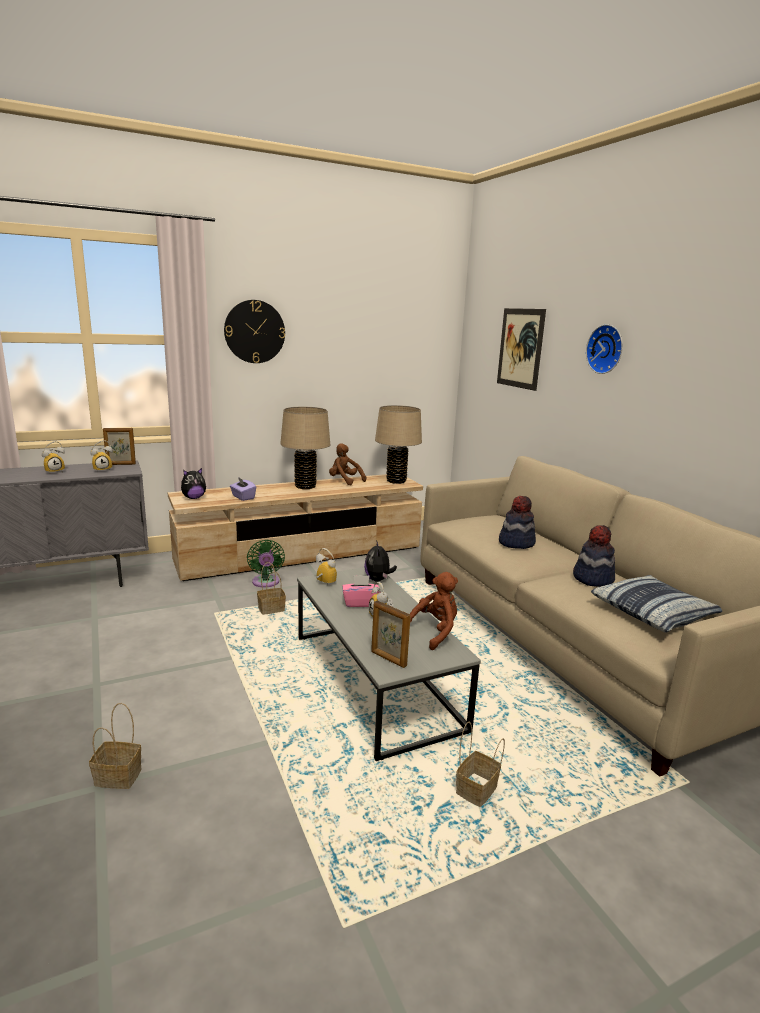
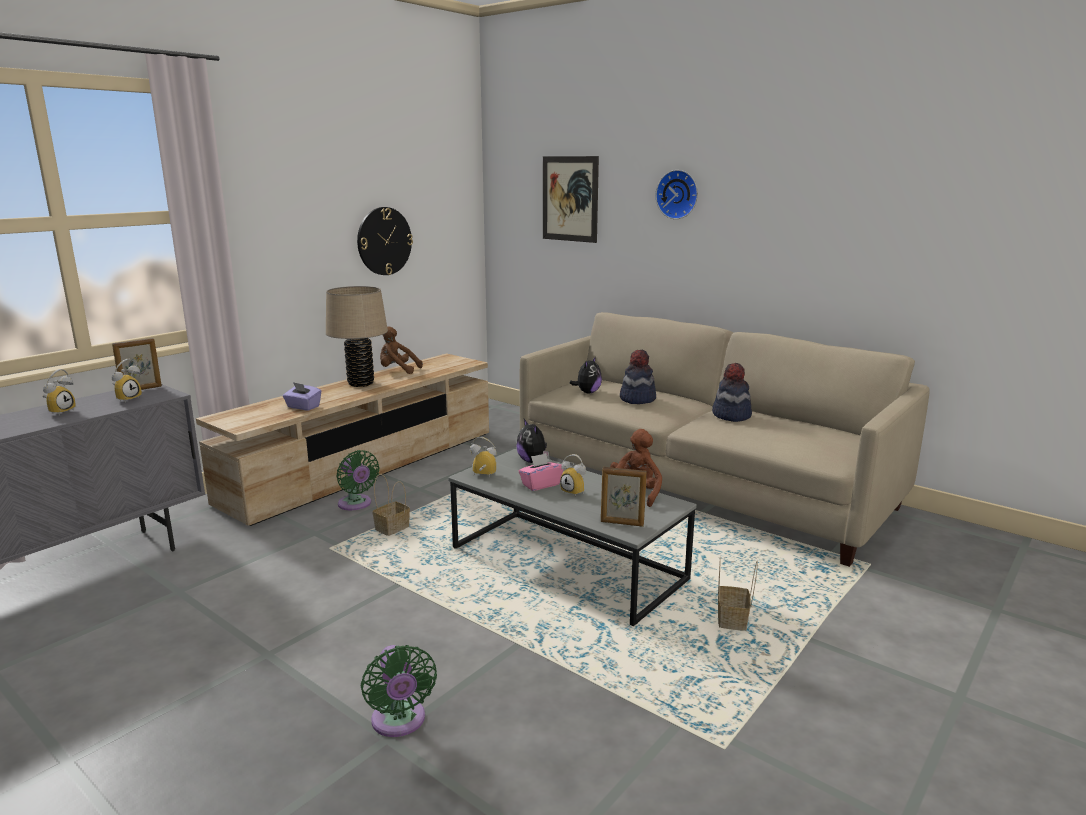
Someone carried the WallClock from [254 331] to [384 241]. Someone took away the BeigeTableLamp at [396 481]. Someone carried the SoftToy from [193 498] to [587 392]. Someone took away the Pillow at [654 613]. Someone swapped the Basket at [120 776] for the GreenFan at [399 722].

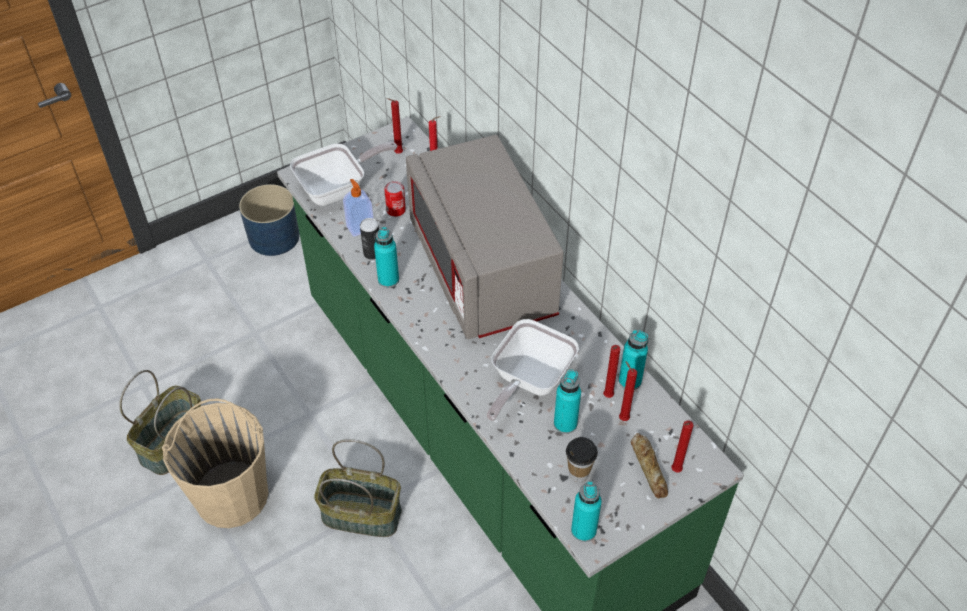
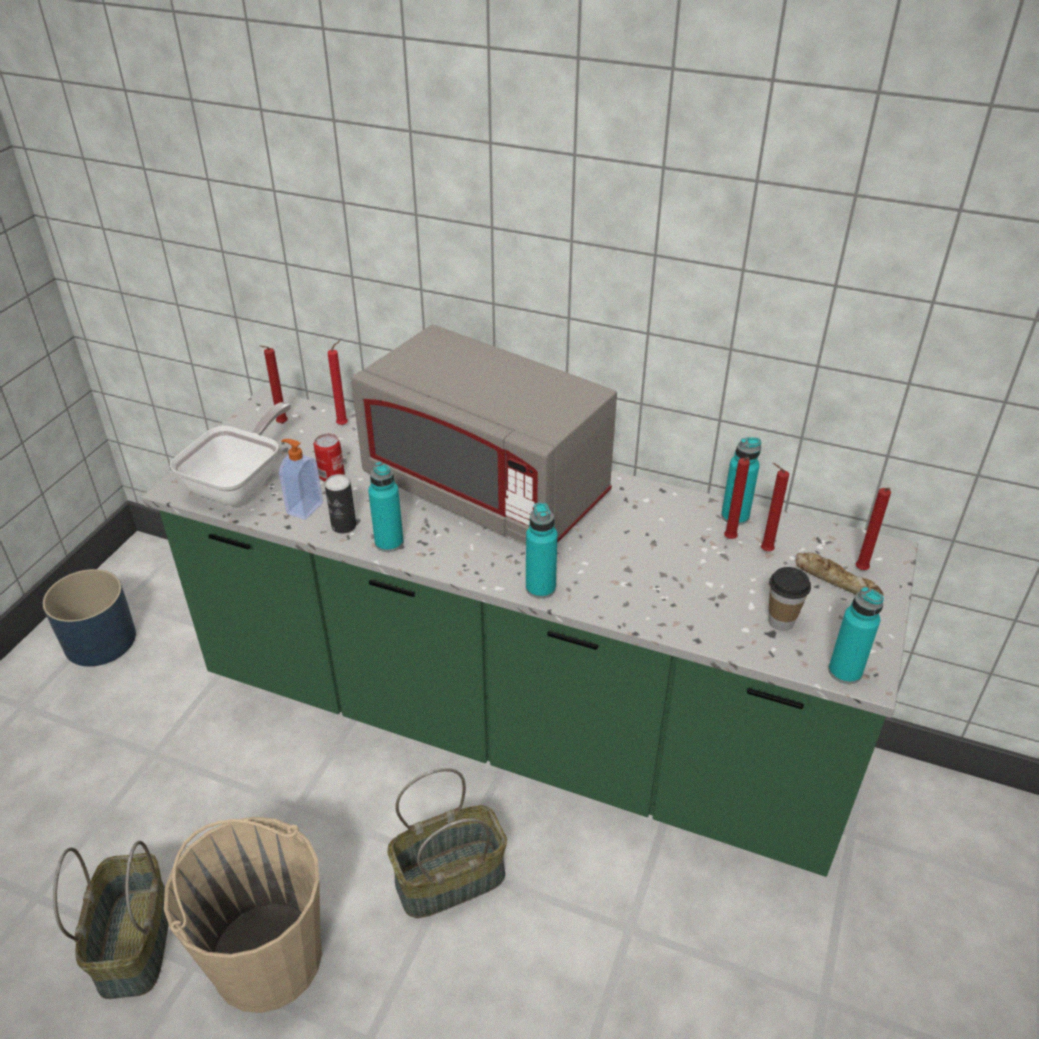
Someone took away the FryingPan at [528 381]. Someone carried the TurquoiseColouredBottle from [565 424] to [540 588].

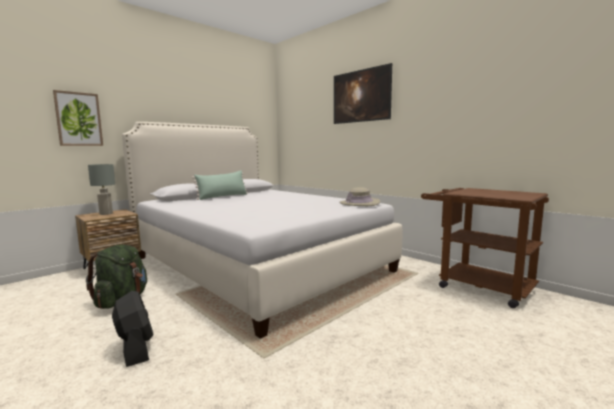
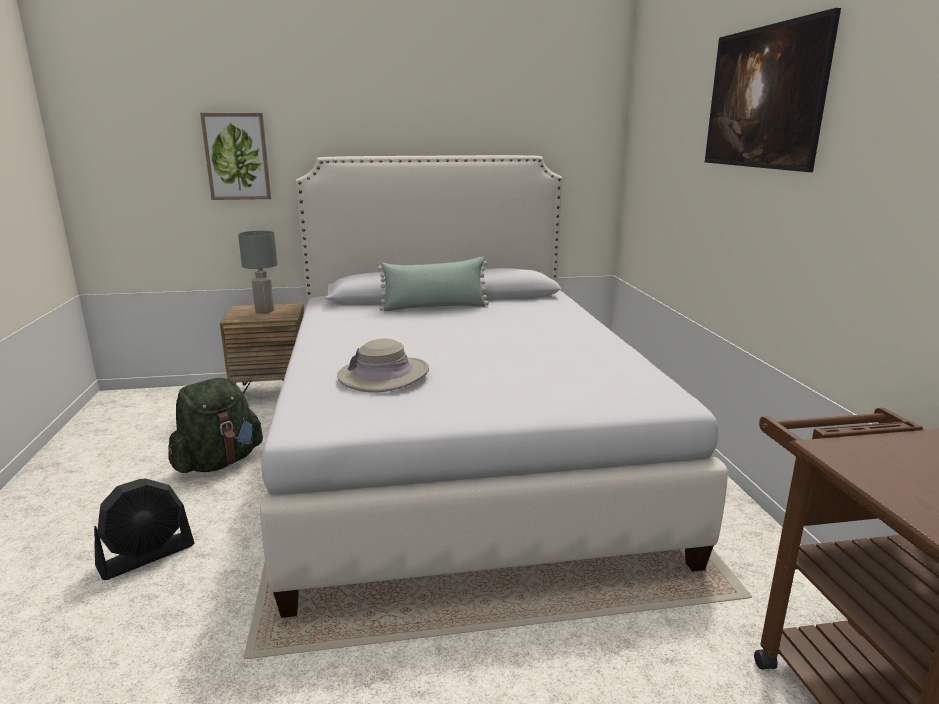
Someone carried the BeigeWearableHat from [359 203] to [383 375]. Someone rotated the BlackishFan at [135 348] by 45 degrees clockwise.

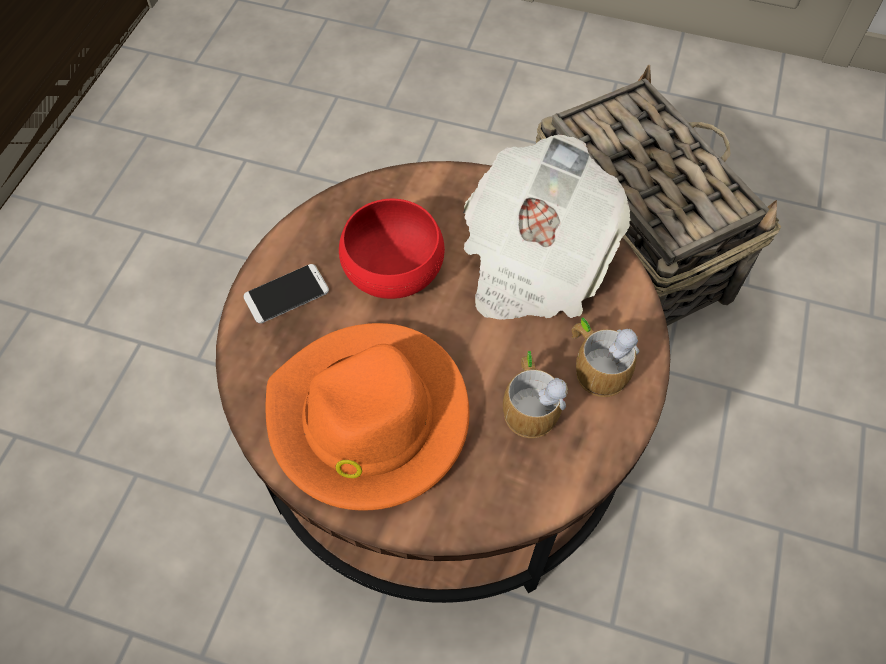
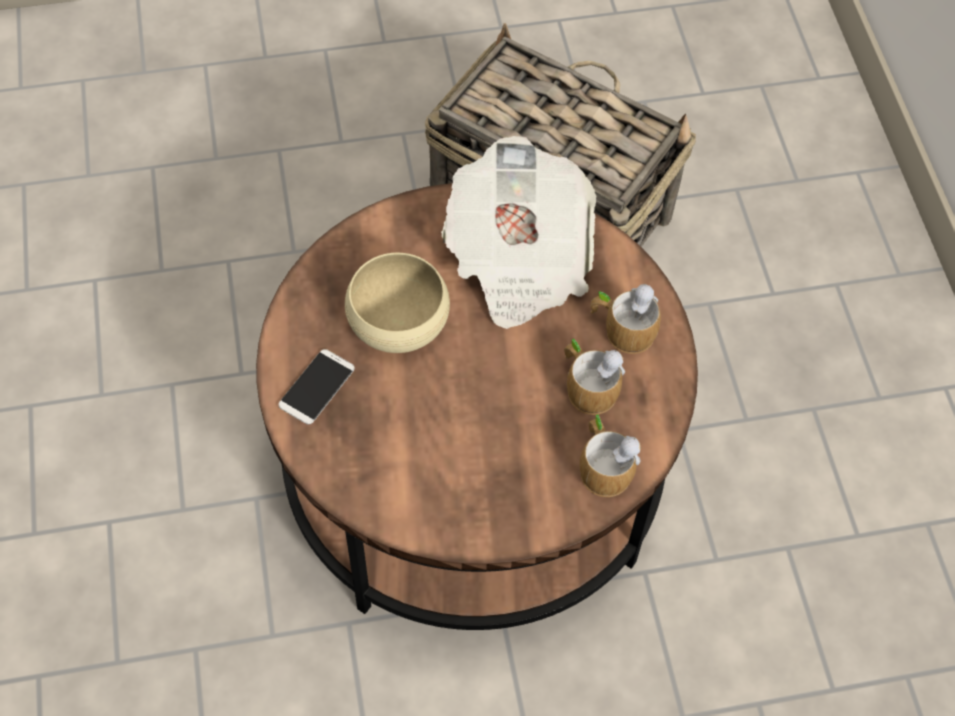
Someone repainted the RedServingBowl at [393 267], which became the BeigeServingBowl at [398 320]. Someone took away the OrangeWearableHat at [368 419]. Someone put down the Mug at [603 464].

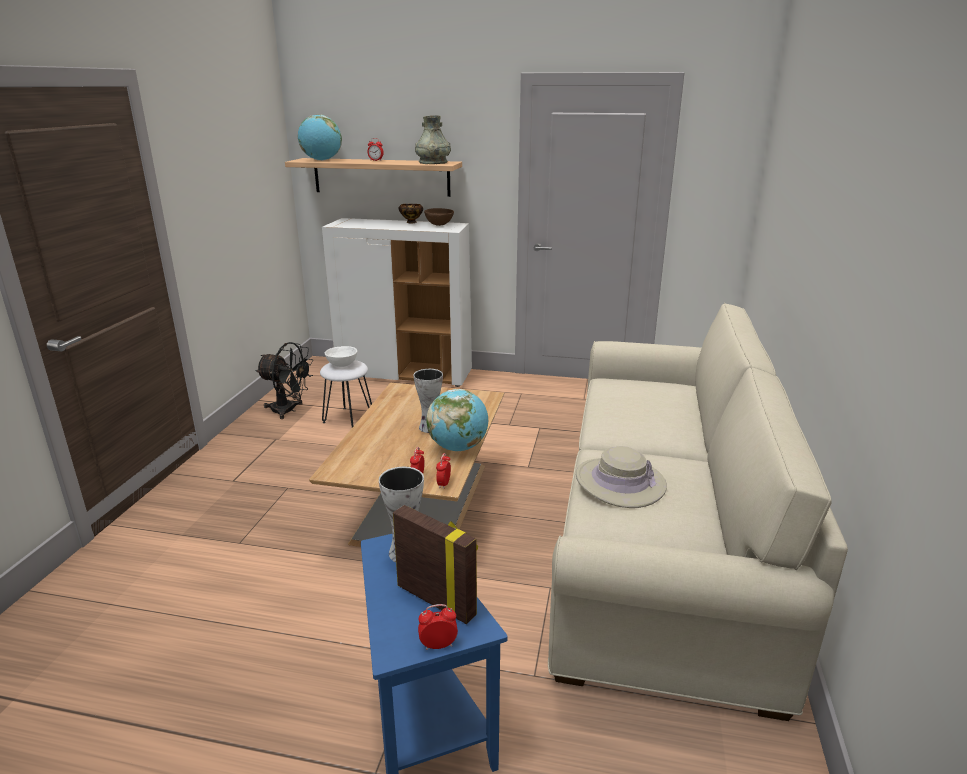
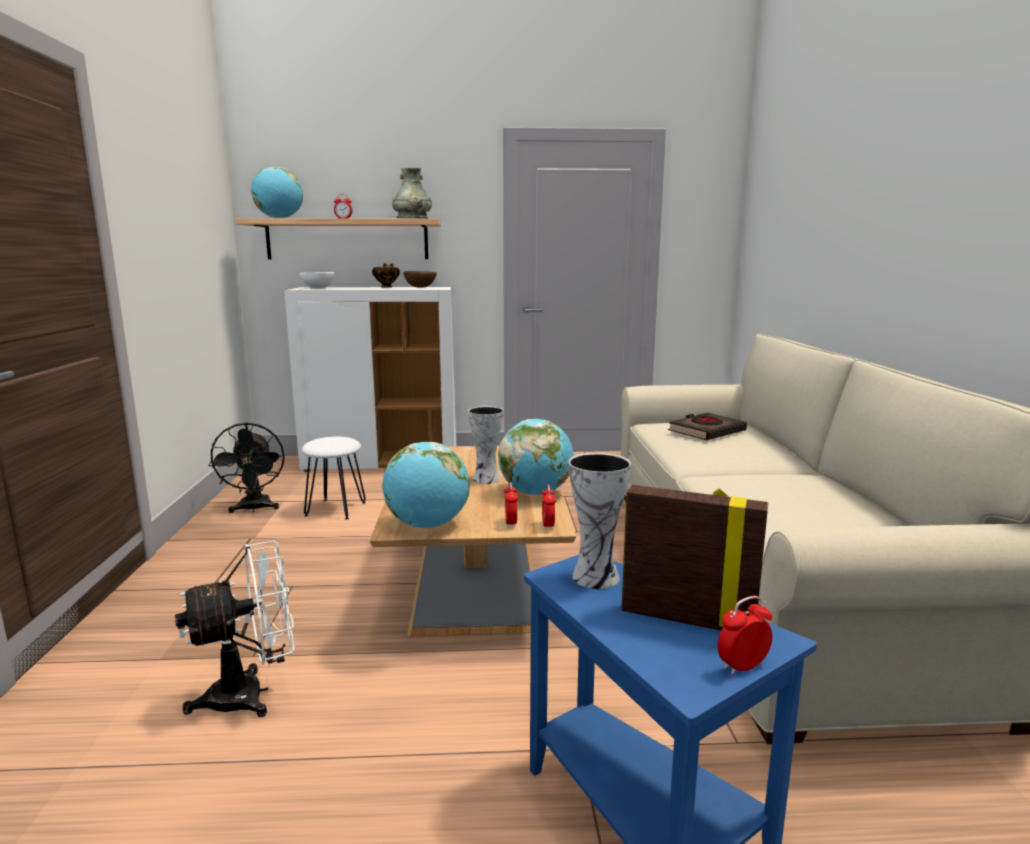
Someone rotated the BlackishFan at [289 410] by 75 degrees clockwise. Someone carried the WhiteColouredServingBowl from [341 365] to [317 288]. Someone took away the BeigeWearableHat at [620 482]. Someone put down the BlackishVolume at [706 431]. Someone put down the WorldGlobe at [427 525]. Someone put down the WhiteColouredFan at [251 694].

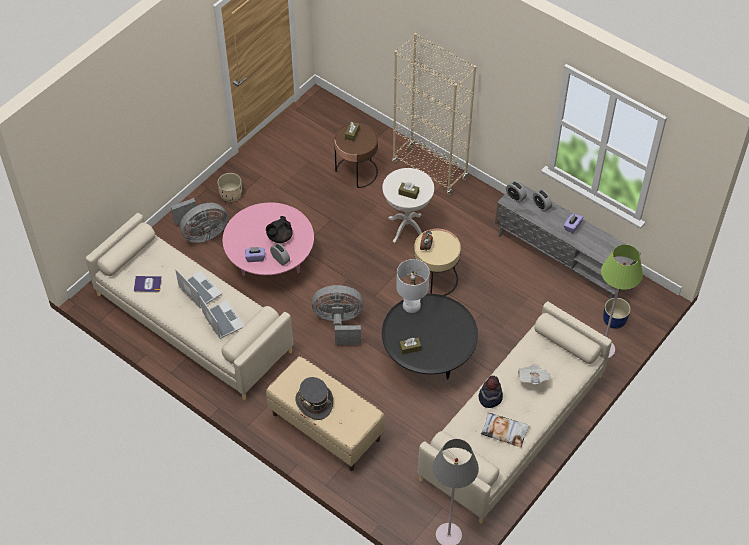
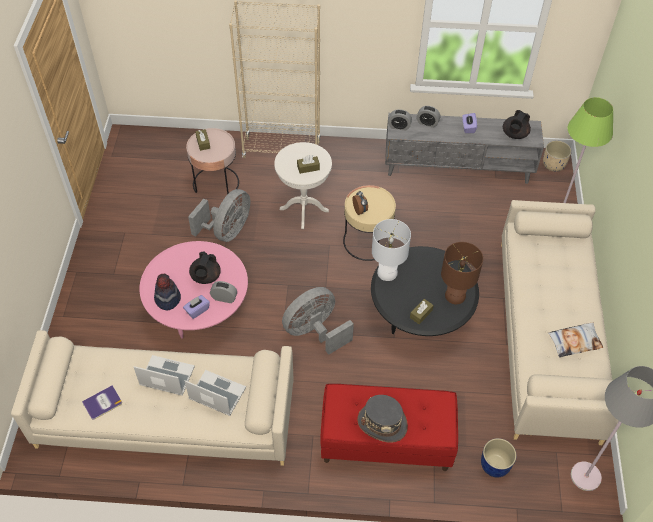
Someone repainted the BrownEndTable at [356 172], which became the PinkEndTable at [216 183]. Someone carried the BeigePlanter from [231 195] to [554 165]. Someone carried the GreyFan from [202 234] to [227 231]. Someone carried the BlueColouredPlanter from [614 320] to [495 464]. Someone repainted the BeigeLongSeat at [325 427], which became the RedLongSeat at [386 442]. Someone took away the DailyPaper at [532 379]. Someone carried the WearableHat from [490 397] to [167 299]. Someone put down the BlackishTeaPot at [514 134]. Someone put down the BrownTableLamp at [454 295].

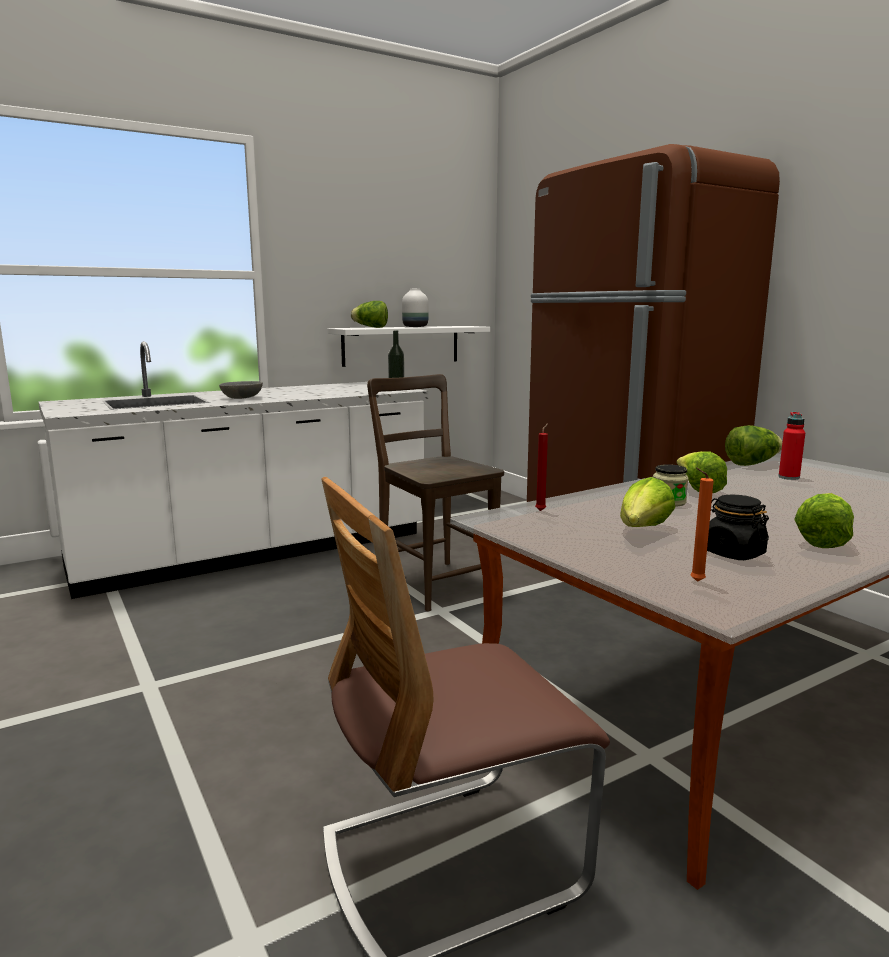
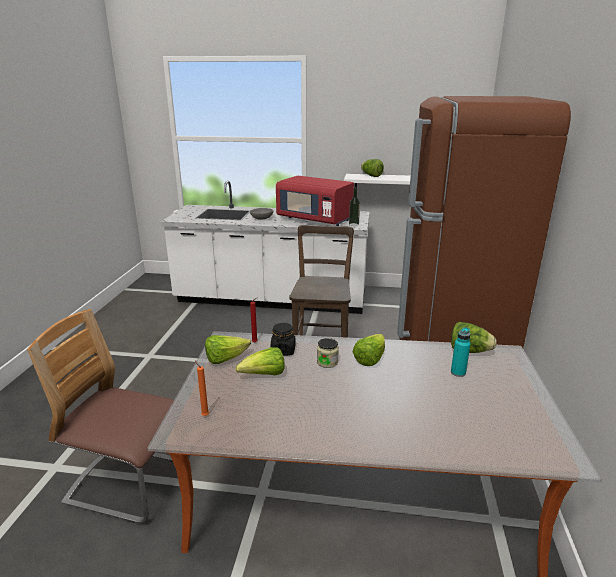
Someone took away the WhiteColouredVase at [416 327]. Someone repainted the RedBottle at [789 477], which became the TurquoiseColouredBottle at [458 372]. Someone carried the LettuceHead from [821 541] to [225 359]. Someone carried the BlackishPreserveJar from [733 553] to [283 350]. Someone put down the RedMicrowave at [315 219].

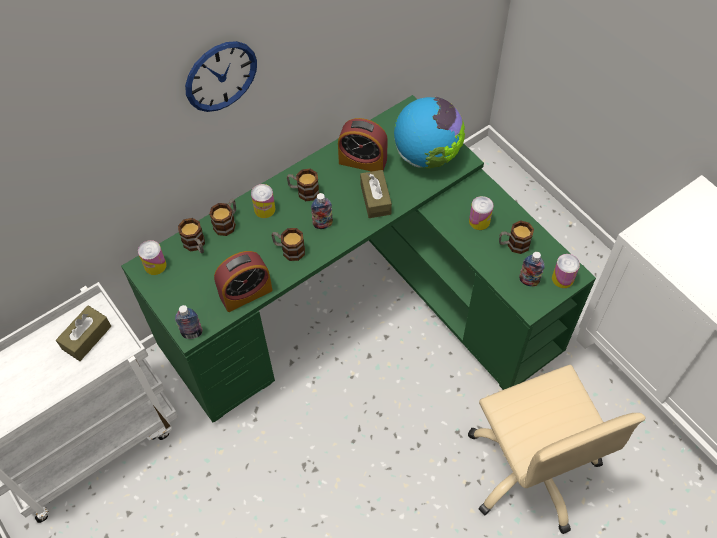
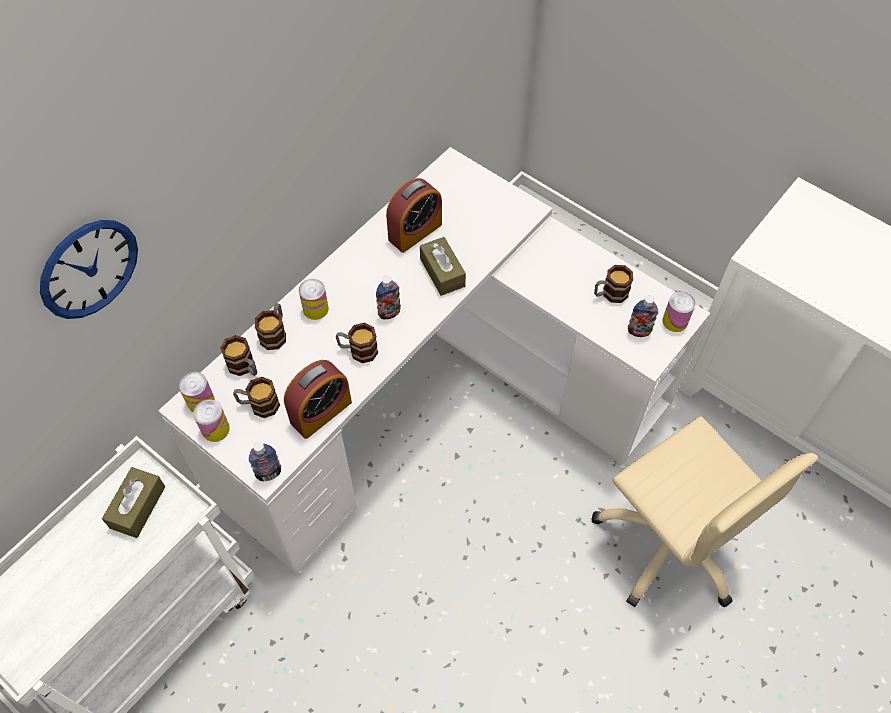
Someone carried the WallClock from [221 76] to [89 269]. Someone repainted the GreenDeskTable at [362 306], which became the WhiteColouredDeskTable at [434 400]. Someone took away the WorldGlobe at [427 155]. Someone rotated the AlarmClock at [362 161] by 45 degrees counterclockwise. Someone carried the Mug from [303 191] to [259 405]. Someone carried the SealedCan from [479 221] to [215 429].

